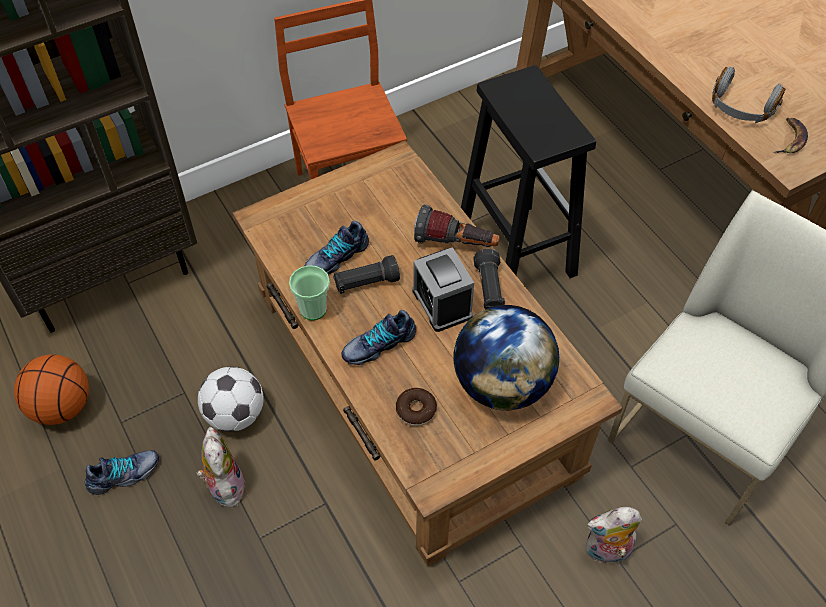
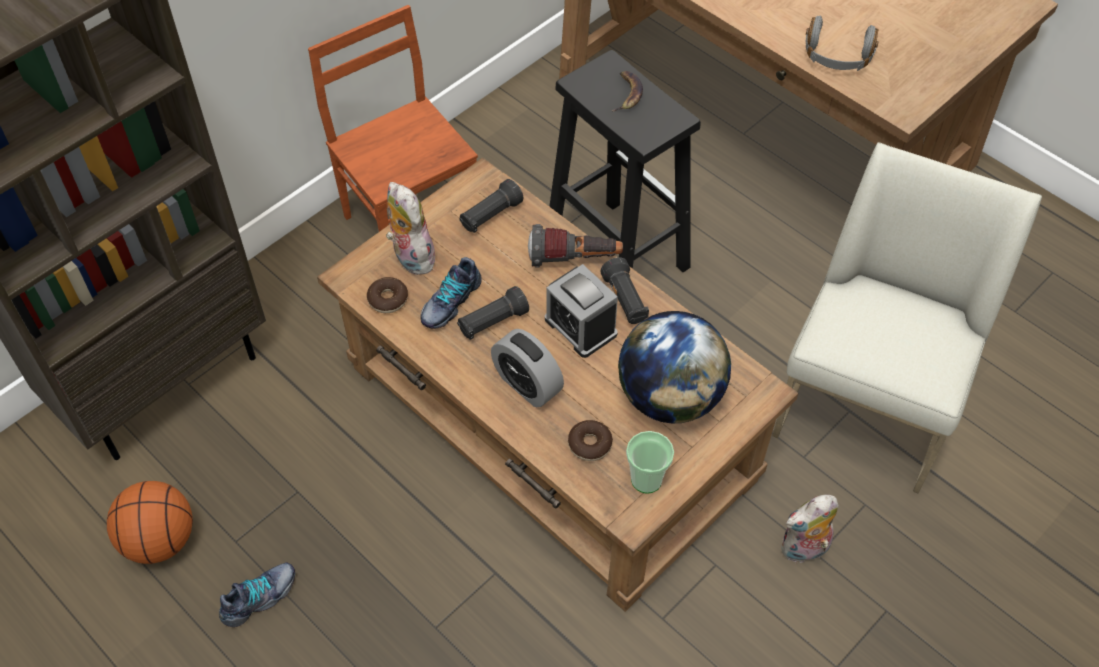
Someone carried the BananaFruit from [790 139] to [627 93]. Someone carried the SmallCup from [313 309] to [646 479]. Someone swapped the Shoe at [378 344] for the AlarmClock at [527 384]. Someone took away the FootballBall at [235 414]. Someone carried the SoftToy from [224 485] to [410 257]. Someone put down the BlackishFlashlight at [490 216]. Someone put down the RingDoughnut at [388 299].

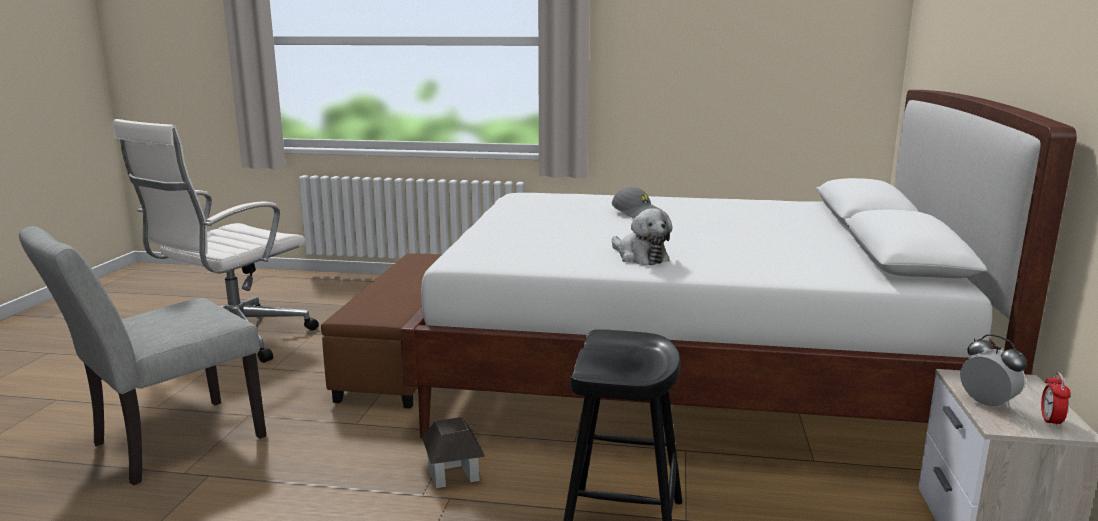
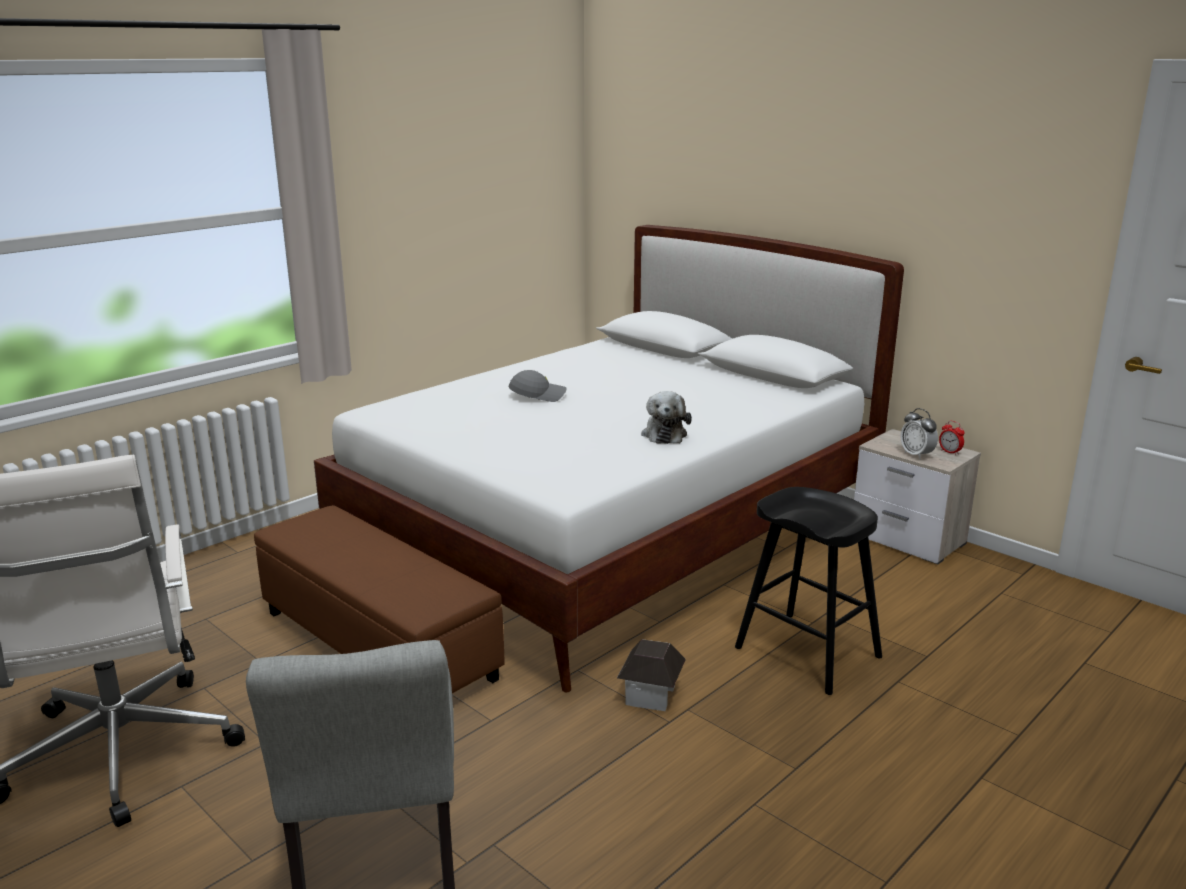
Someone rotated the SoftToy at [640 257] by 90 degrees clockwise. Someone rotated the AlarmClock at [987 404] by 120 degrees counterclockwise.

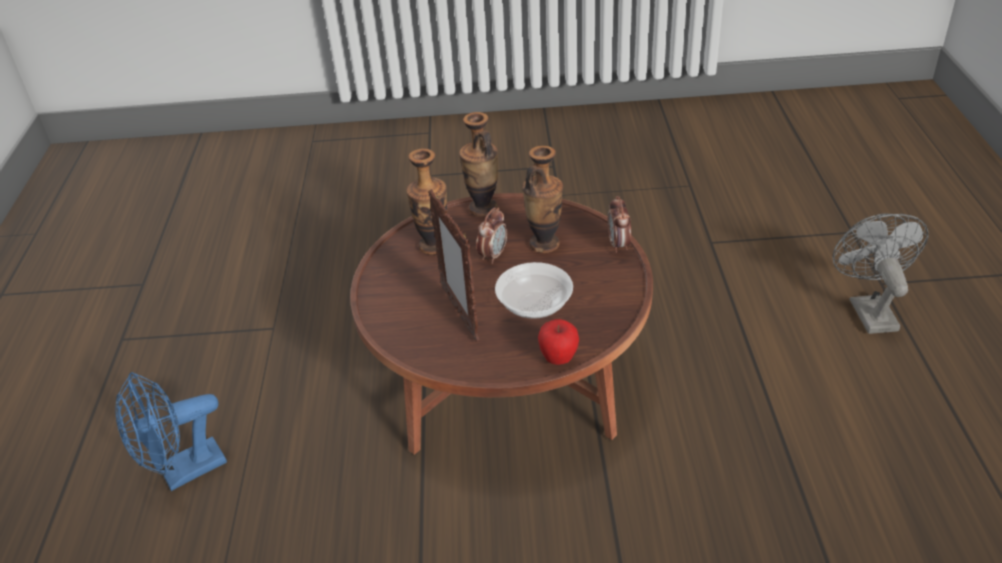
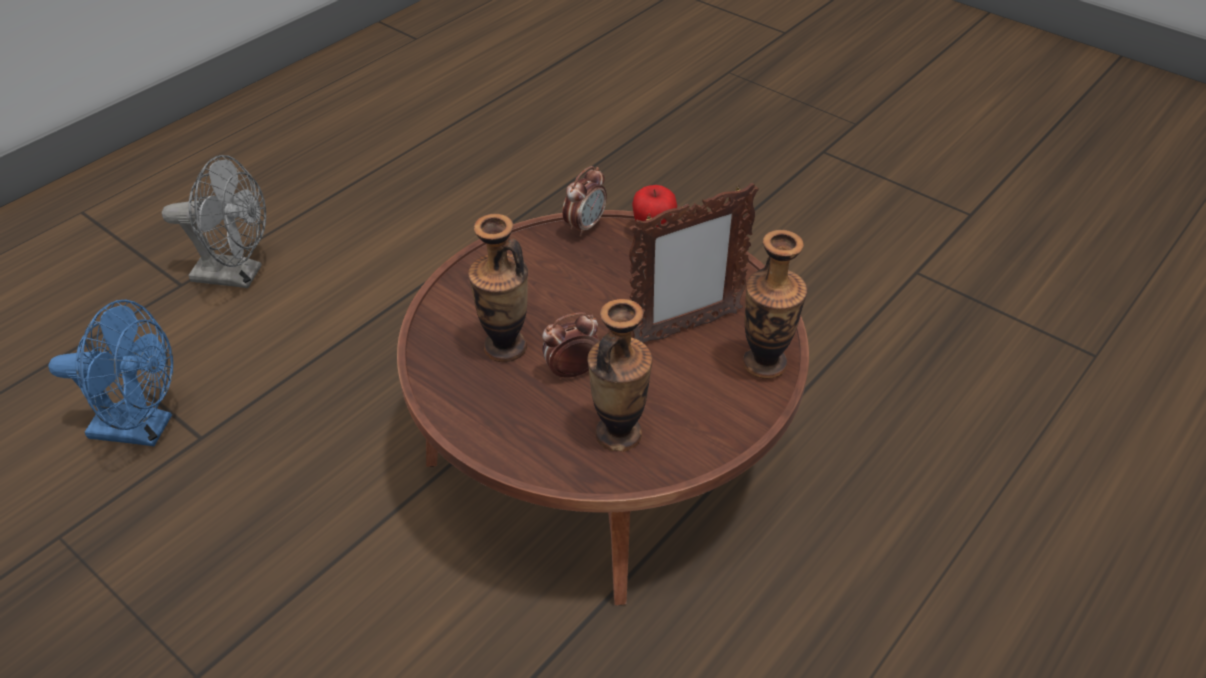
Someone carried the Vase from [483 208] to [764 363]. Someone rotated the PictureFrame at [460 313] by 45 degrees clockwise. Someone carried the AlarmClock from [619 245] to [585 226]. Someone rotated the GreyFan at [868 310] by 120 degrees counterclockwise. Someone took away the ServingBowl at [535 305]. Someone carried the BlueColouredFan from [183 472] to [143 428].

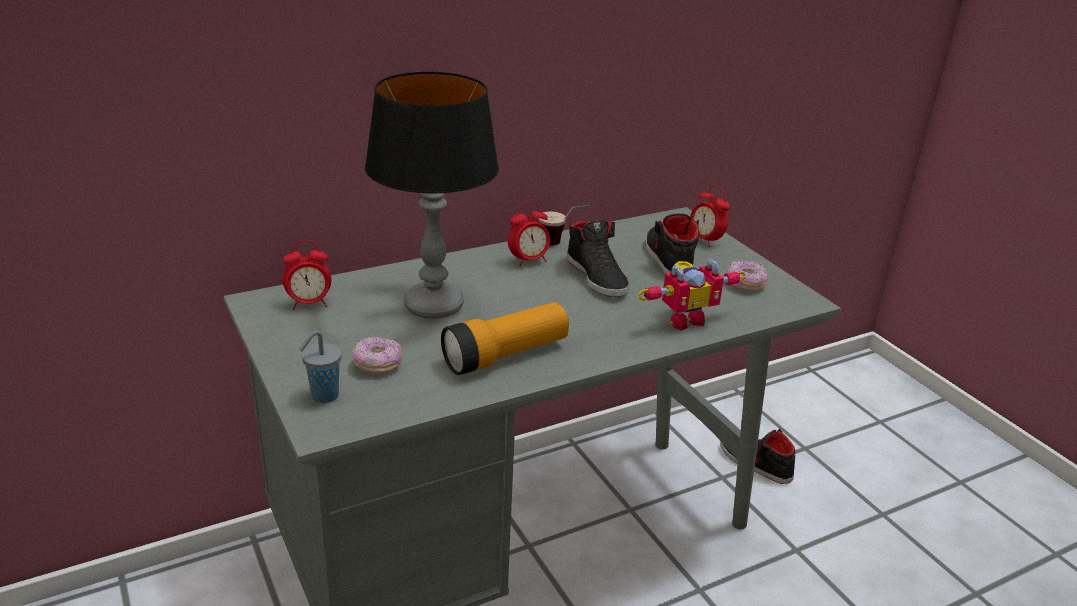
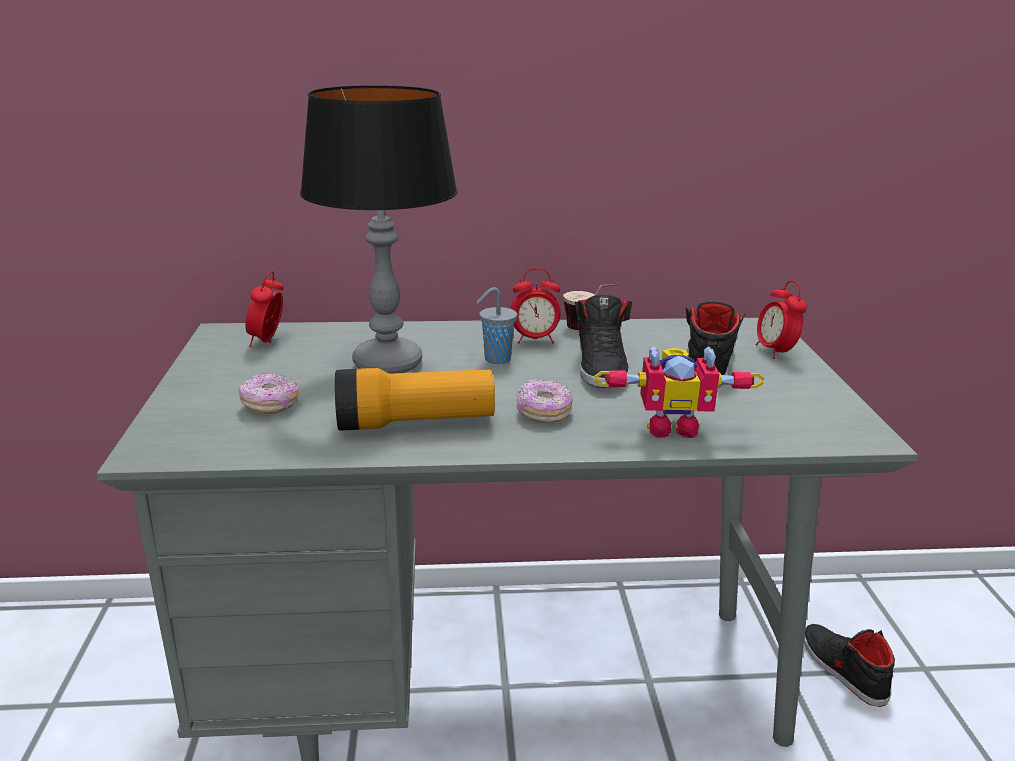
Someone rotated the AlarmClock at [309 304] by 90 degrees clockwise. Someone carried the RingDoughnut from [745 284] to [543 413]. Someone carried the GreySmallCup from [323 396] to [495 359].

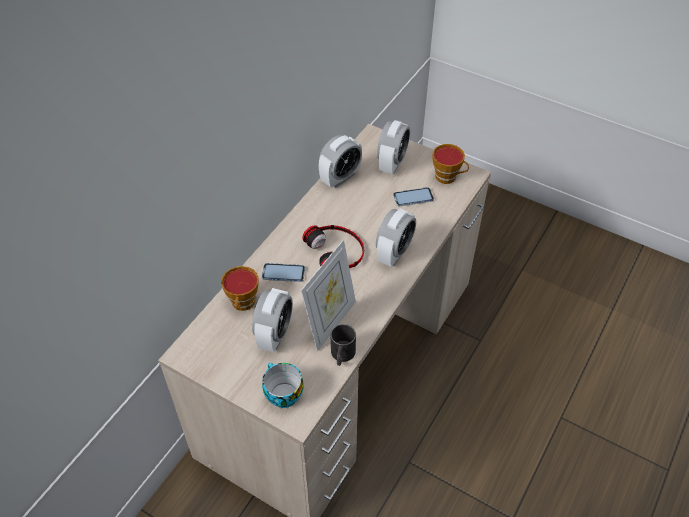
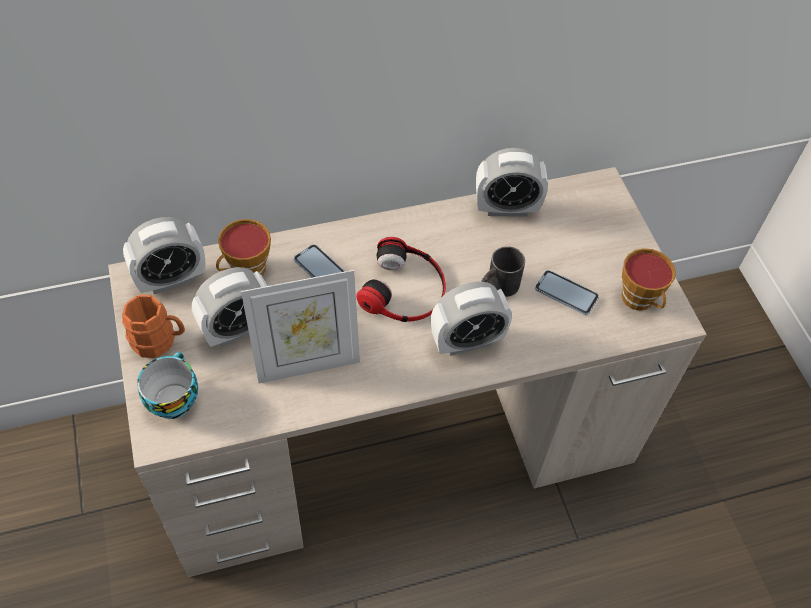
Someone carried the AlarmClock from [392 163] to [171 279]. Someone carried the BlackishMug from [342 355] to [497 286]. Someone put down the OrangeMug at [159 341].

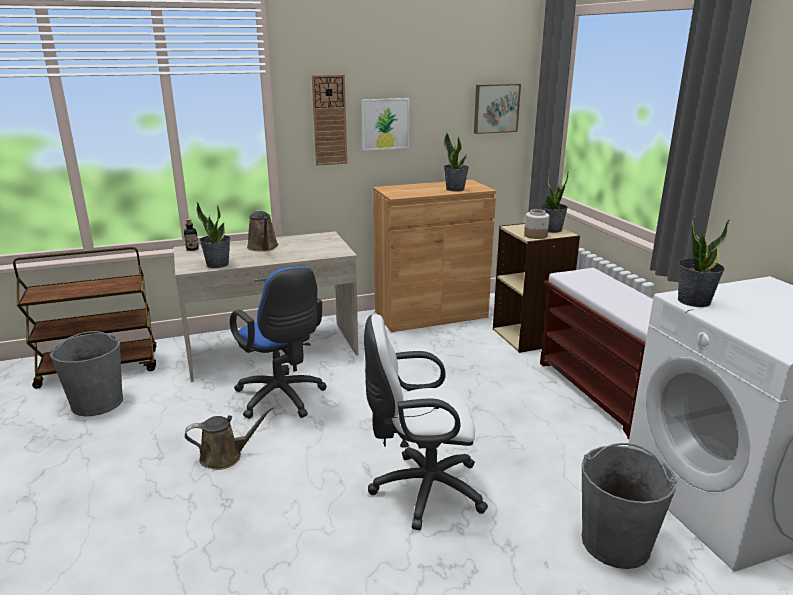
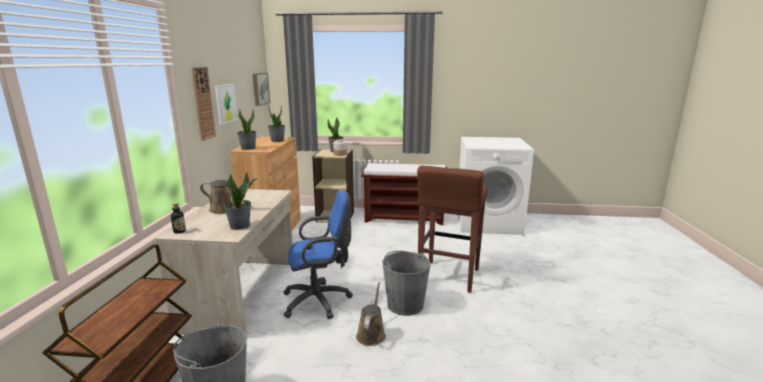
Someone carried the PlantInAPot from [693 301] to [248 148]. Someone swapped the WhiteColouredOfficeChair at [421 490] for the BrownStoolSeat at [448 276]. Someone carried the GreyWaterBucket from [616 542] to [405 304].

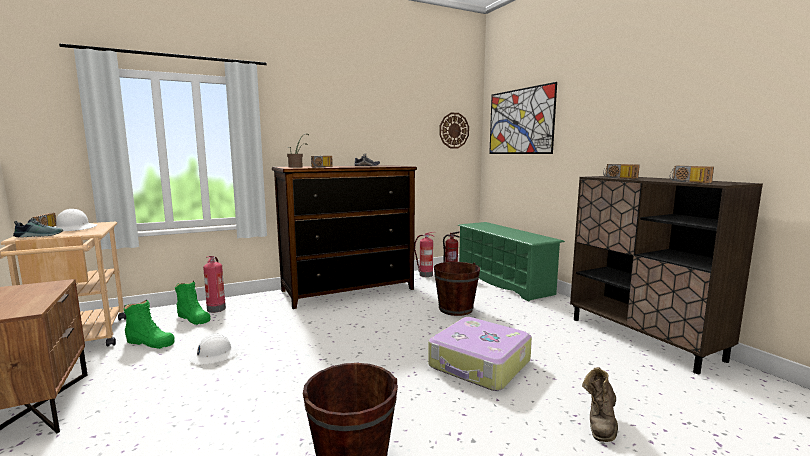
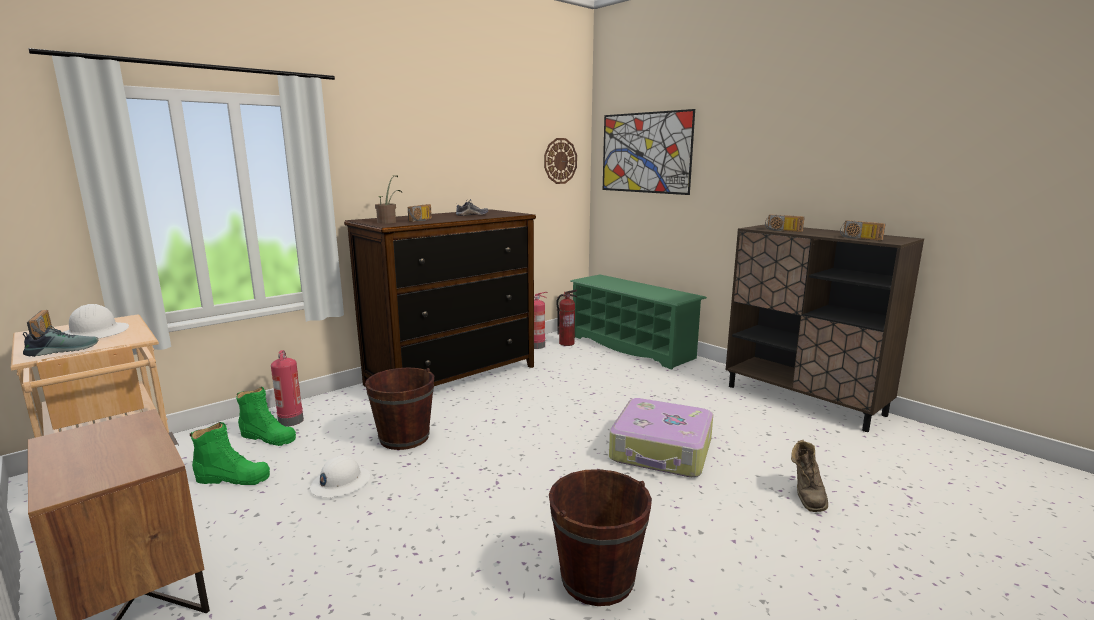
Someone carried the BrownWaterBucket from [455 309] to [404 438].

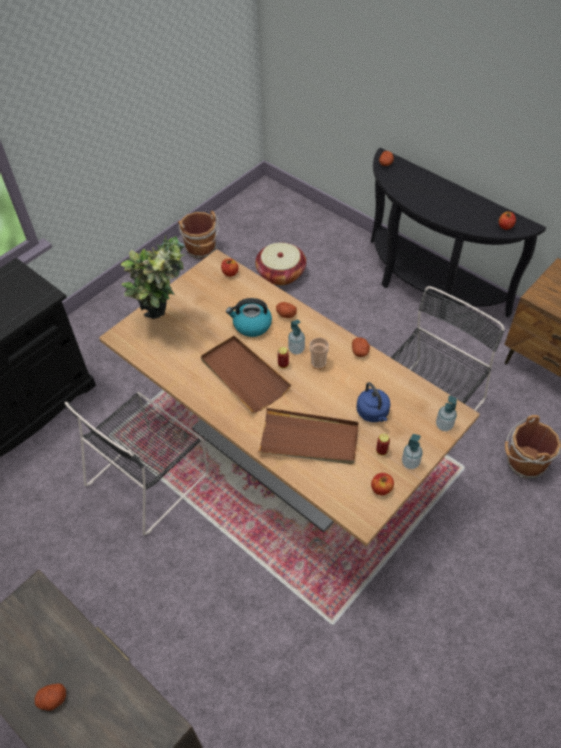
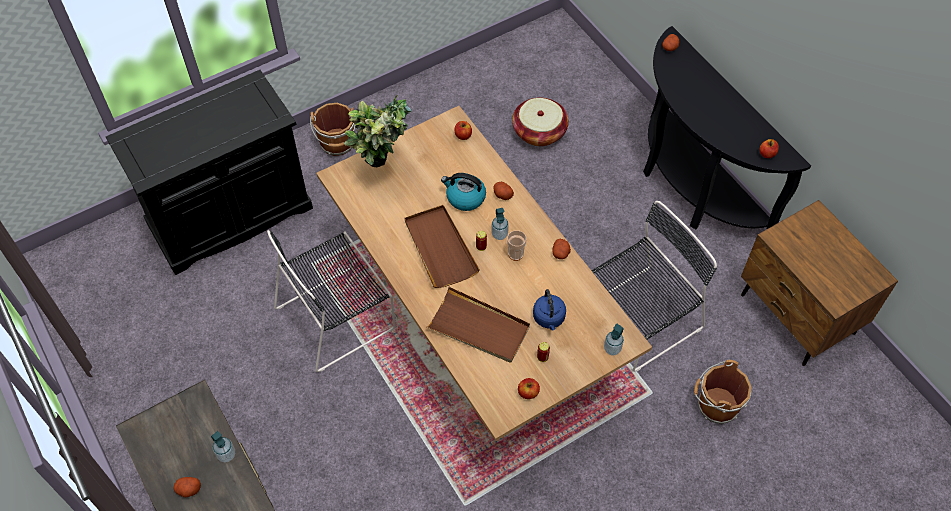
Someone carried the BrownWaterBucket from [201 249] to [337 144]. Someone carried the SoapDispenser from [410 463] to [226 455].

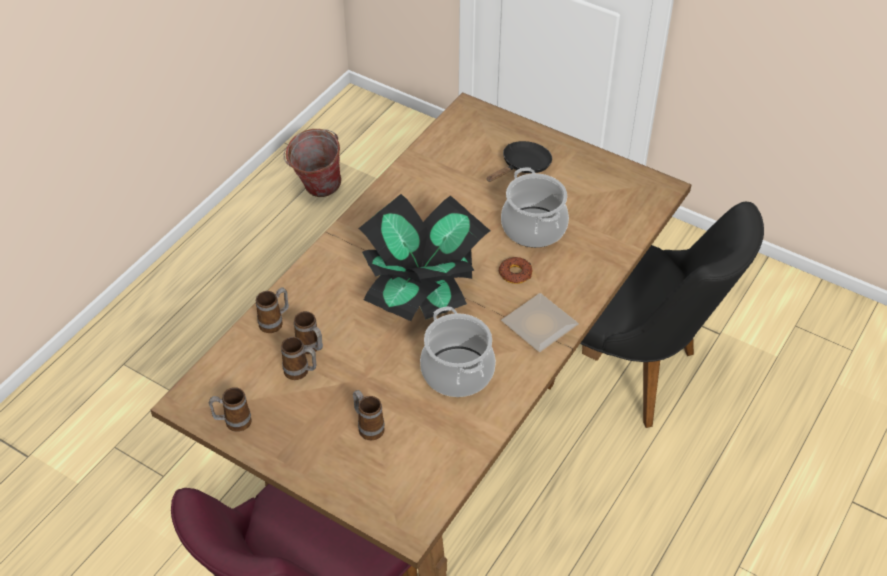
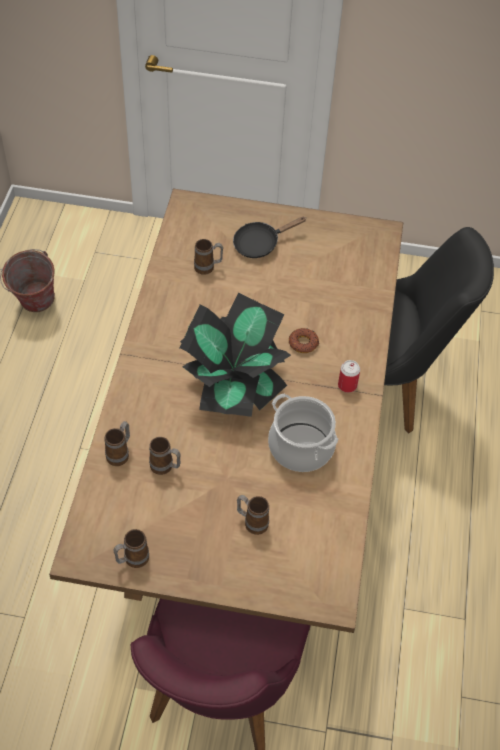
Someone rotated the BlackishFryingPan at [523 166] by 135 degrees counterclockwise. Someone took away the Stockpot at [534 227]. Someone swapped the Plate at [539 327] for the SealedCan at [347 385]. Someone carried the Mug from [301 372] to [208 268].

